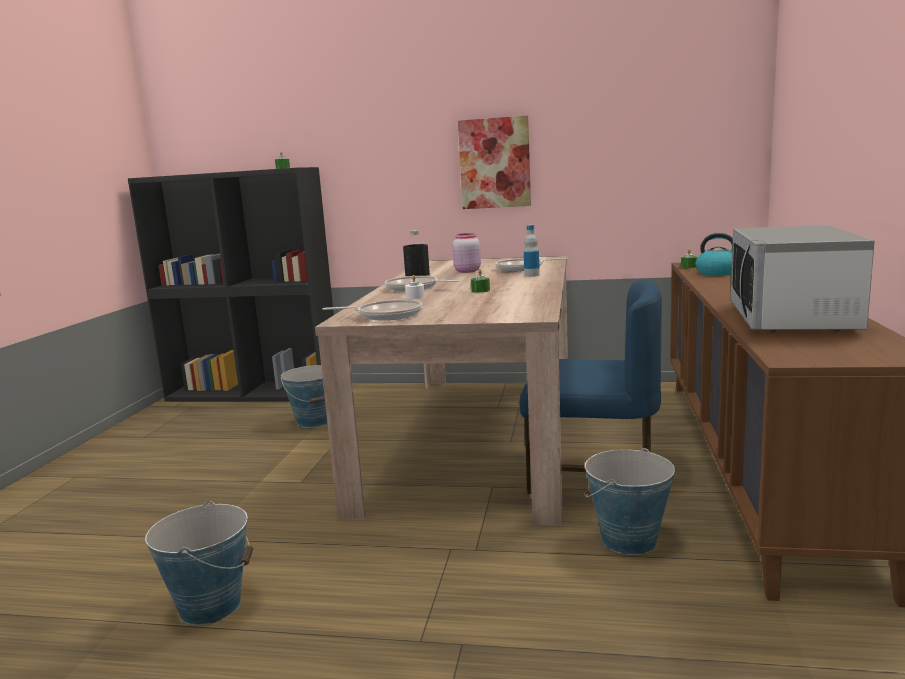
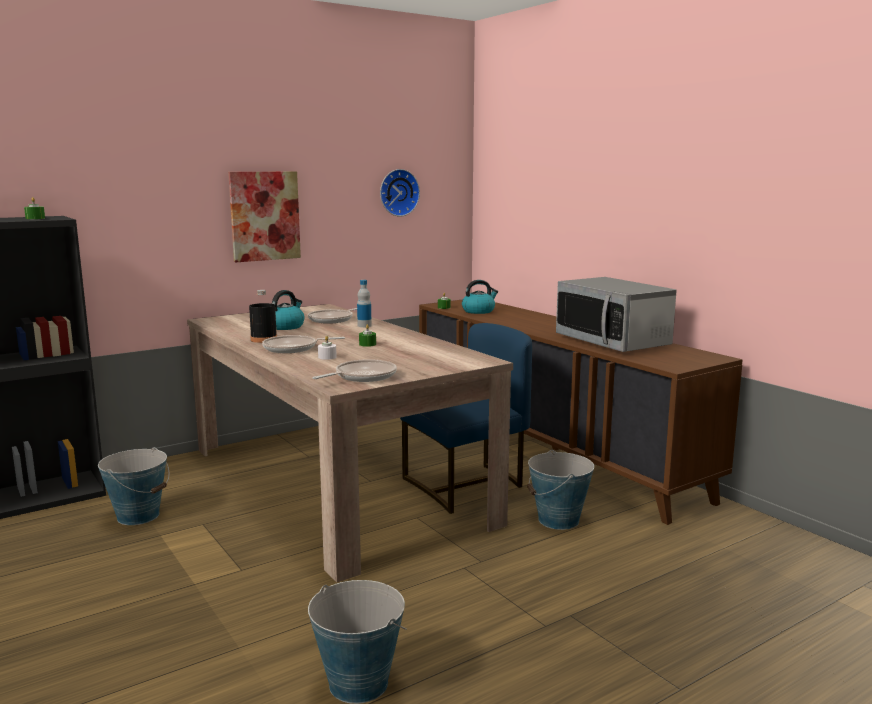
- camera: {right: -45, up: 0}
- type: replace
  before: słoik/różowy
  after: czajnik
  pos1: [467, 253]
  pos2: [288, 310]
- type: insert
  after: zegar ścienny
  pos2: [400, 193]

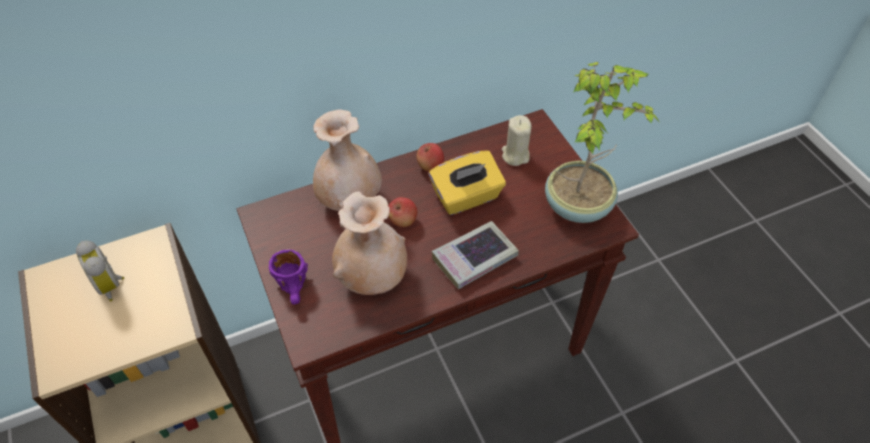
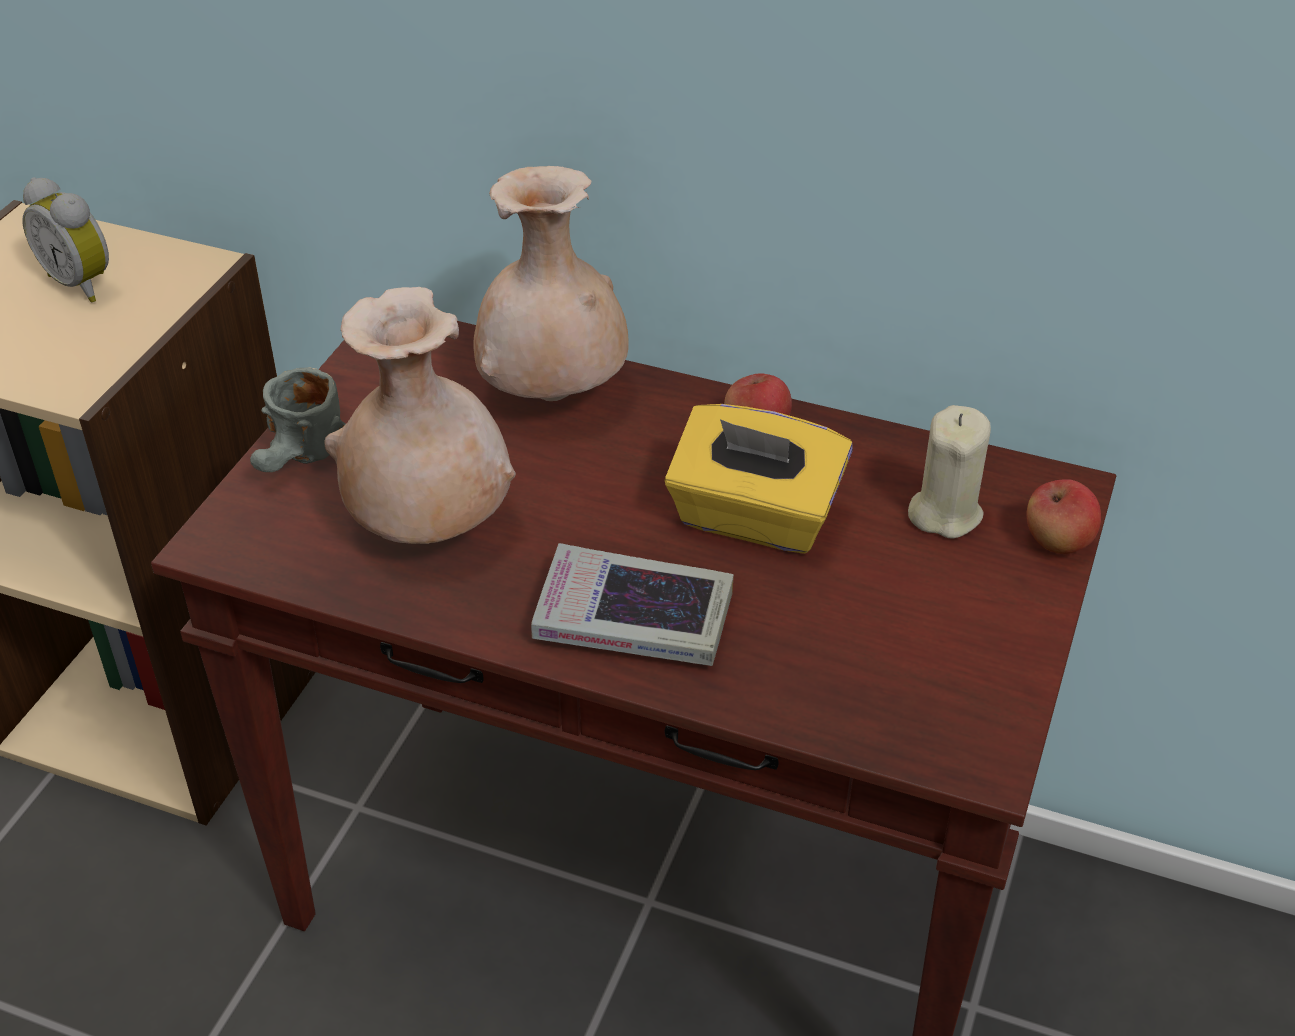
- camera: {right: 45, up: -10}
- type: rotate
  before: budzik
  pos1: [100, 271]
  pos2: [65, 240]
  turn: -60
- type: recolor
  before: kubek/fioletowy
  after: kubek/szary
  pos1: [288, 277]
  pos2: [298, 419]
- type: move
  before: jabłko
  pos1: [402, 212]
  pos2: [1064, 516]
- type: delete
  before: roślina doniczkowa
  pos1: [602, 142]

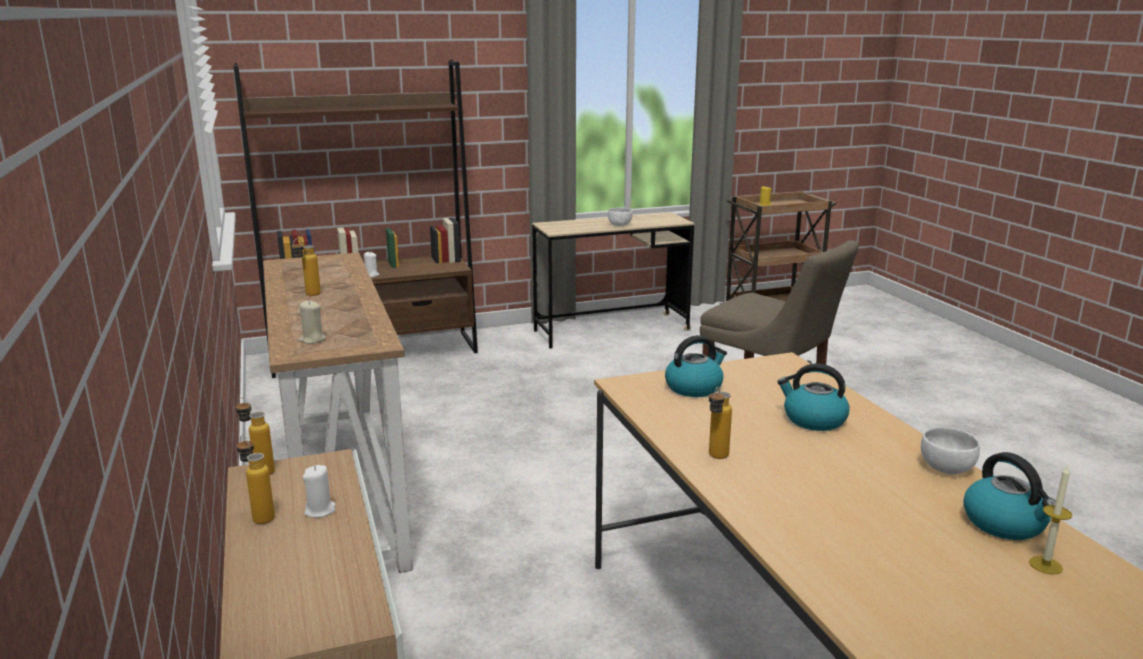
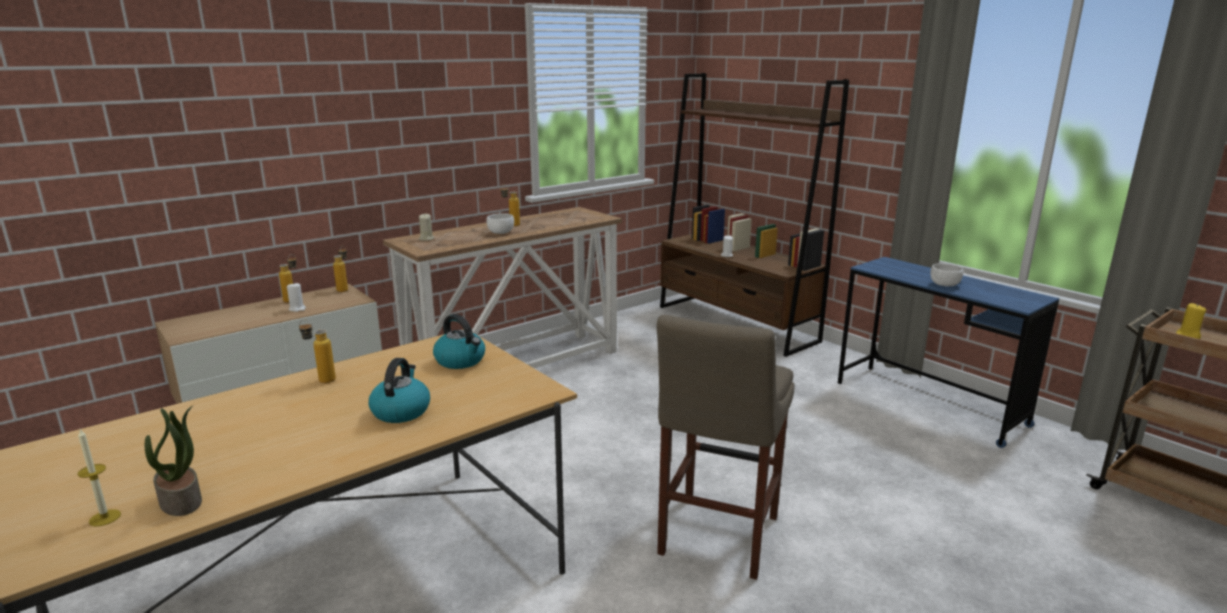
- camera: {right: 70, up: 0}
- type: recolor
  before: biurko/beżowy
  after: biurko/niebieski
  pos1: [613, 280]
  pos2: [948, 352]
- type: move
  before: miska/biały
  pos1: [950, 451]
  pos2: [500, 223]
- type: replace
  before: czajnik
  after: roślina doniczkowa
  pos1: [1010, 496]
  pos2: [173, 461]

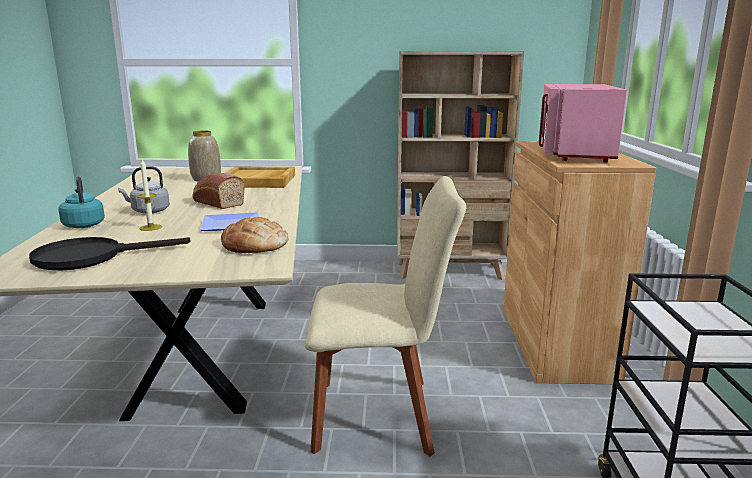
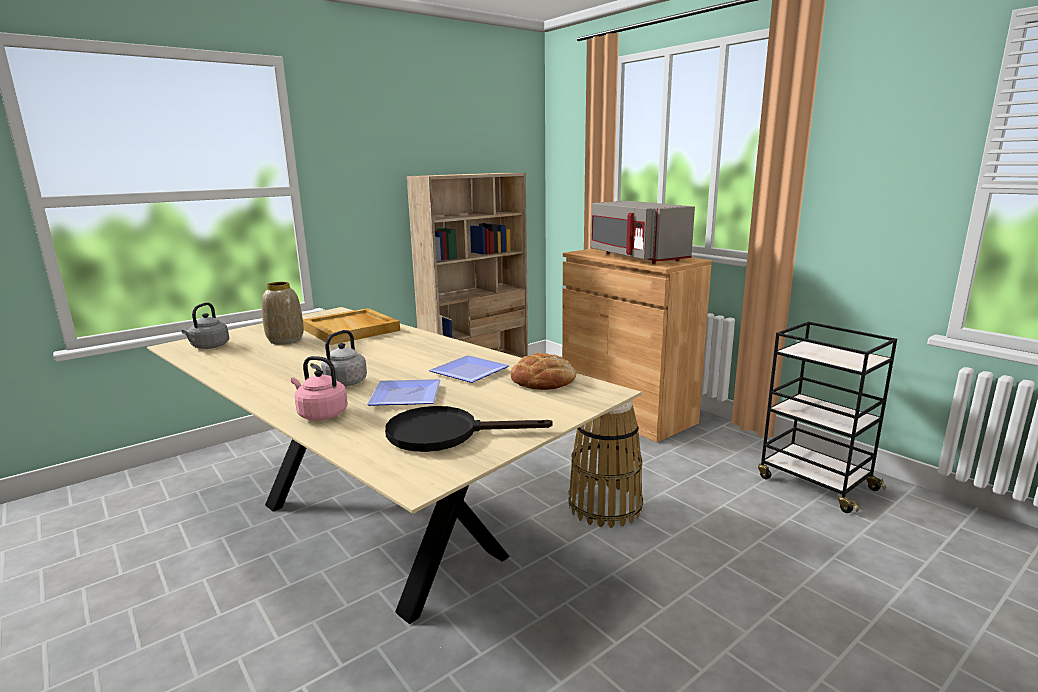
- camera: {right: -40, up: 0}
- type: rotate
  before: patelnia/czarny
  pos1: [109, 253]
  pos2: [469, 429]
  turn: 60
- type: recolor
  before: czajnik/turkusowy
  after: czajnik/różowy
  pos1: [81, 202]
  pos2: [319, 388]
- type: replace
  before: świeca
  after: talerz
  pos1: [149, 195]
  pos2: [403, 392]
- type: delete
  before: chleb
  pos1: [218, 191]
- type: replace
  before: krzesło/beżowy
  after: koszyk
  pos1: [385, 316]
  pos2: [605, 464]
- type: recolor
  before: mikrofalówka/różowy
  after: mikrofalówka/szary
  pos1: [583, 123]
  pos2: [643, 232]
- type: insert
  after: czajnik/szary
  pos2: [205, 325]

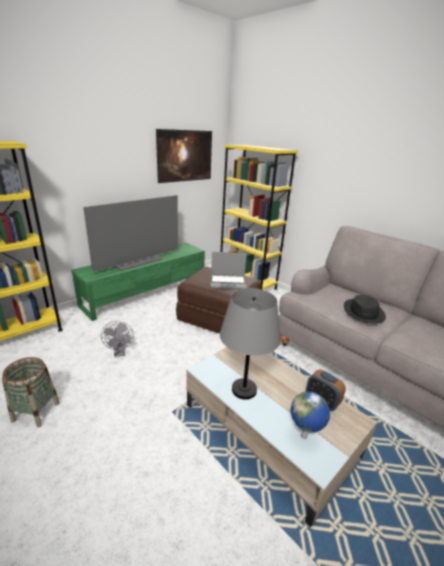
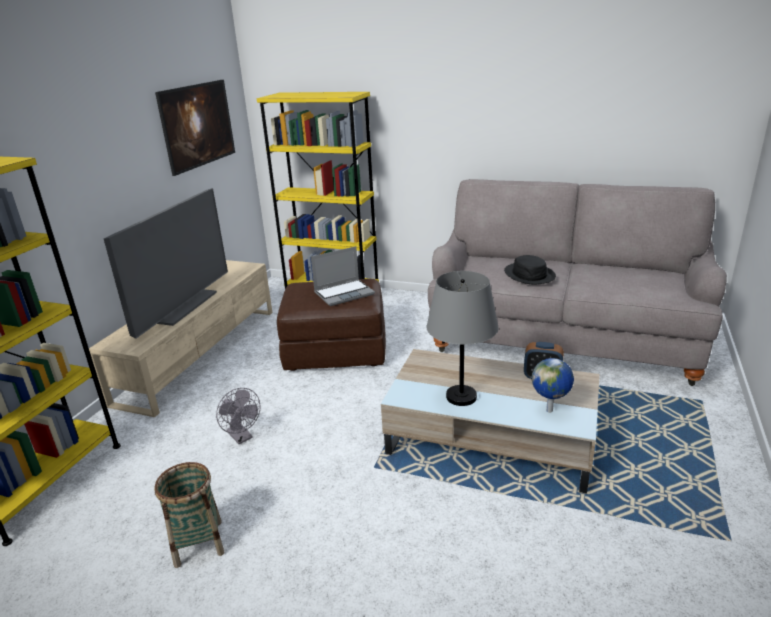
- camera: {right: -25, up: 0}
- type: recolor
  before: szafka pod telewizor/zielony
  after: szafka pod telewizor/beżowy
  pos1: [138, 282]
  pos2: [181, 338]

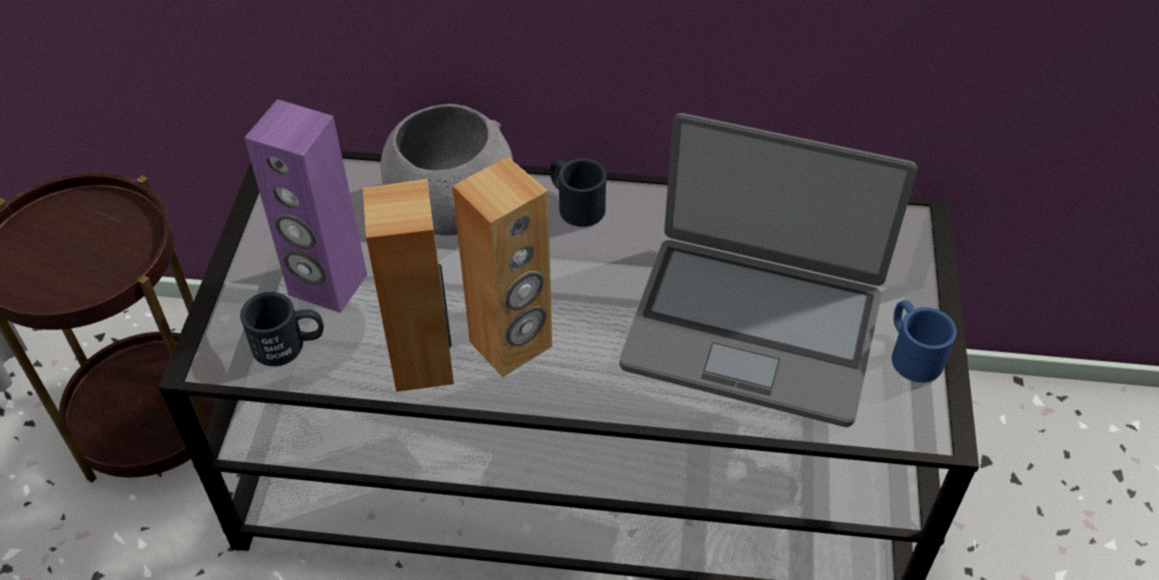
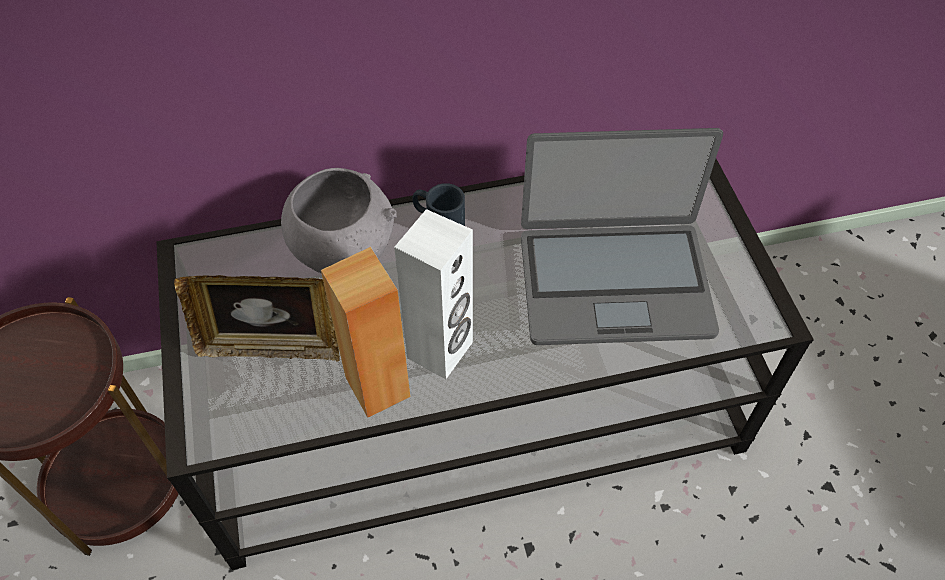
- camera: {right: -20, up: 5}
- type: delete
  before: kubek/czarny
  pos1: [282, 329]
- type: replace
  before: głośnik/fioletowy
  after: ramka na zdjęcie
  pos1: [305, 206]
  pos2: [257, 318]
- type: recolor
  before: głośnik/brązowy
  after: głośnik/biały
  pos1: [502, 266]
  pos2: [433, 294]
- type: delete
  before: kubek/niebieski
  pos1: [924, 341]

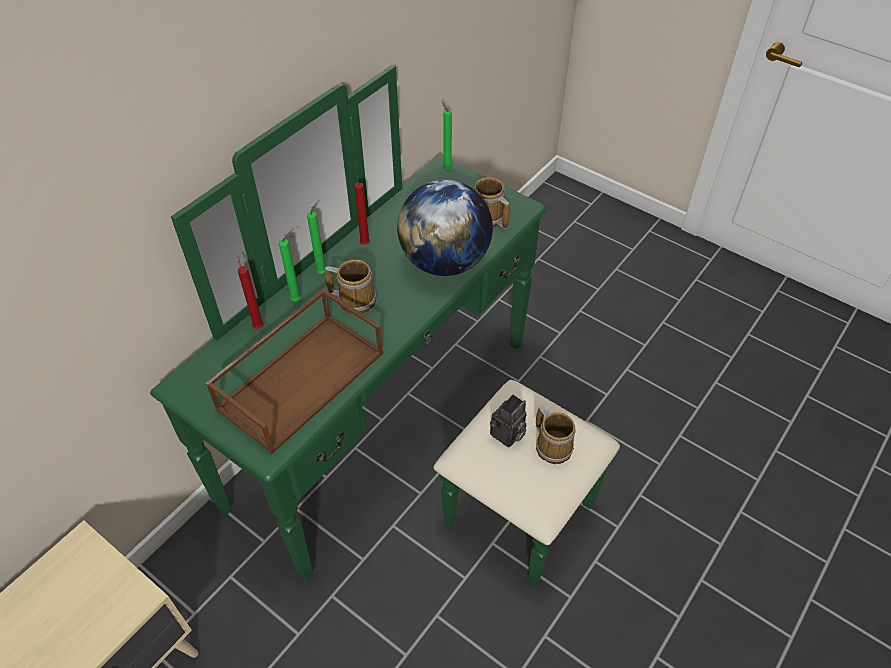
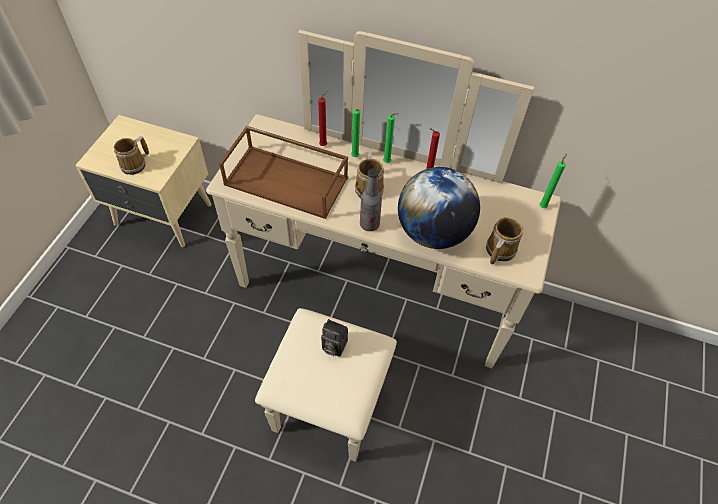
- camera: {right: 70, up: 5}
- type: recolor
  before: komoda/zielony
  after: komoda/beżowy
  pos1: [385, 325]
  pos2: [383, 246]
- type: move
  before: kubek
  pos1: [556, 435]
  pos2: [131, 155]
- type: insert
  after: butelka
  pos2: [371, 200]

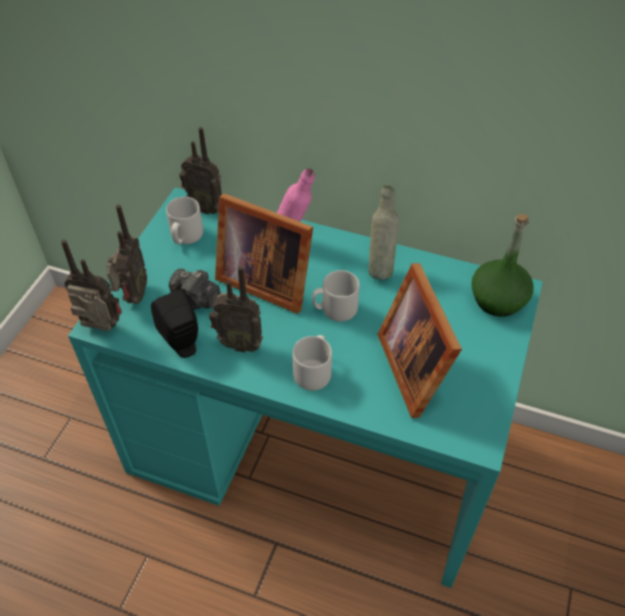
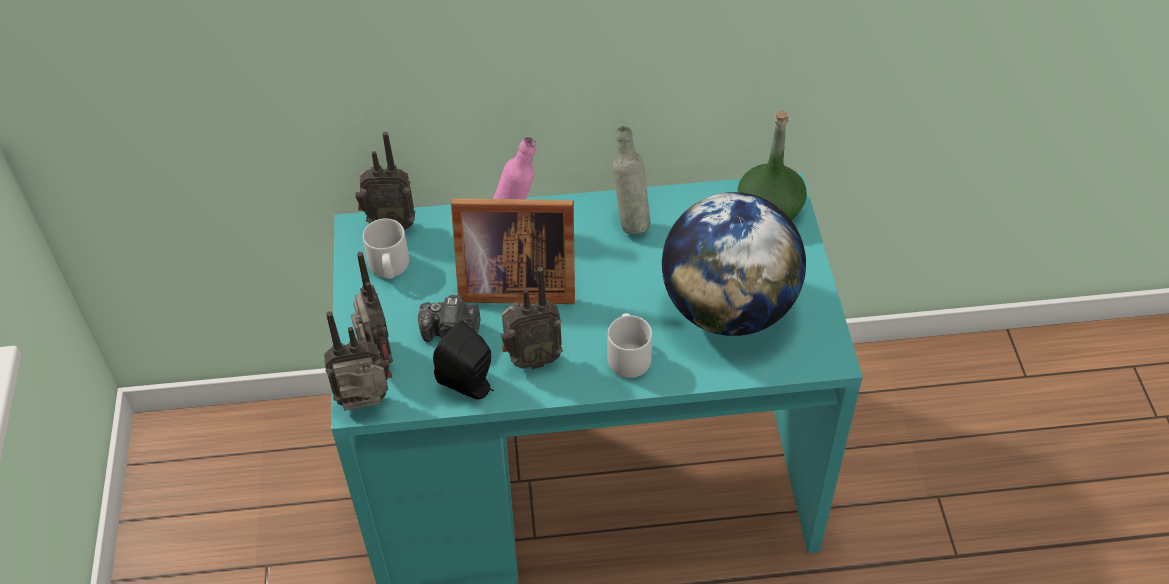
- camera: {right: -25, up: 0}
- type: delete
  before: kubek/szary
  pos1: [336, 296]
- type: replace
  before: ramka na zdjęcie
  after: globus
  pos1: [419, 340]
  pos2: [734, 264]

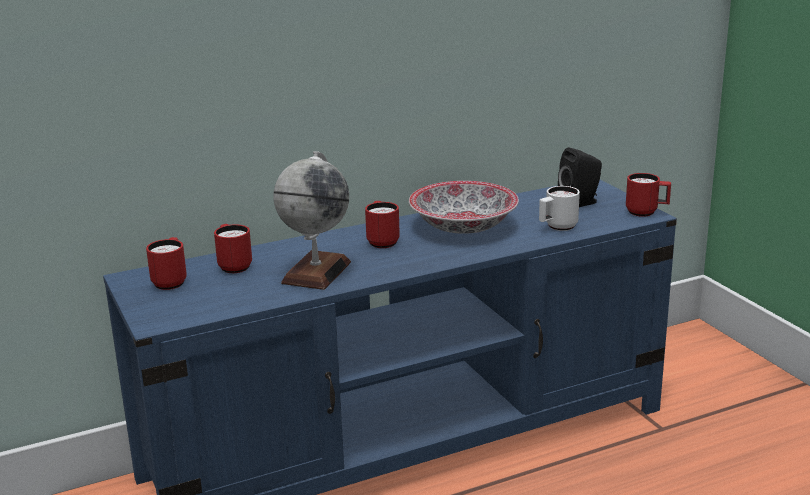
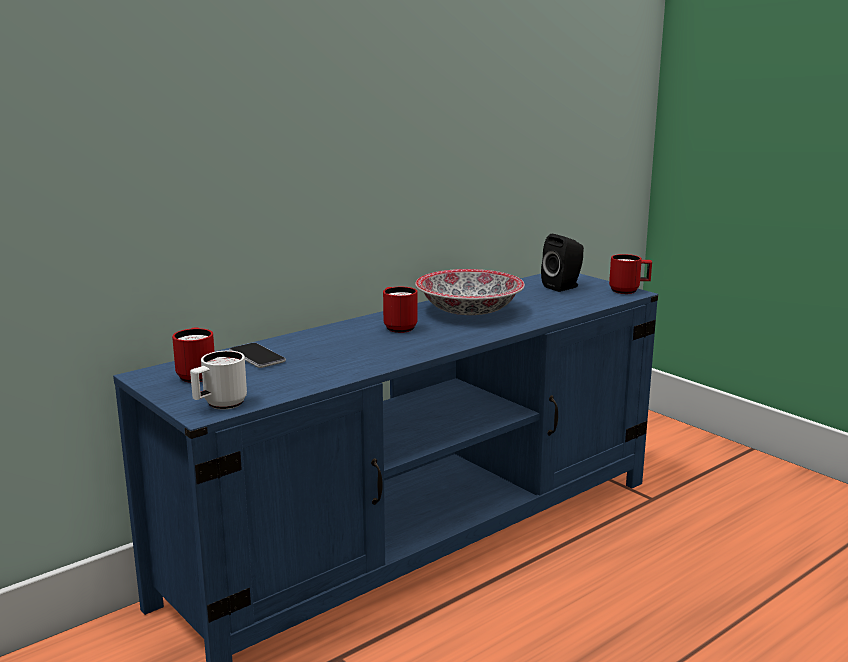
- camera: {right: -15, up: -5}
- type: replace
  before: kubek/czerwony
  after: telefon
  pos1: [233, 248]
  pos2: [257, 355]
- type: delete
  before: globus
  pos1: [312, 220]
- type: move
  before: kubek/biały
  pos1: [559, 208]
  pos2: [218, 380]

